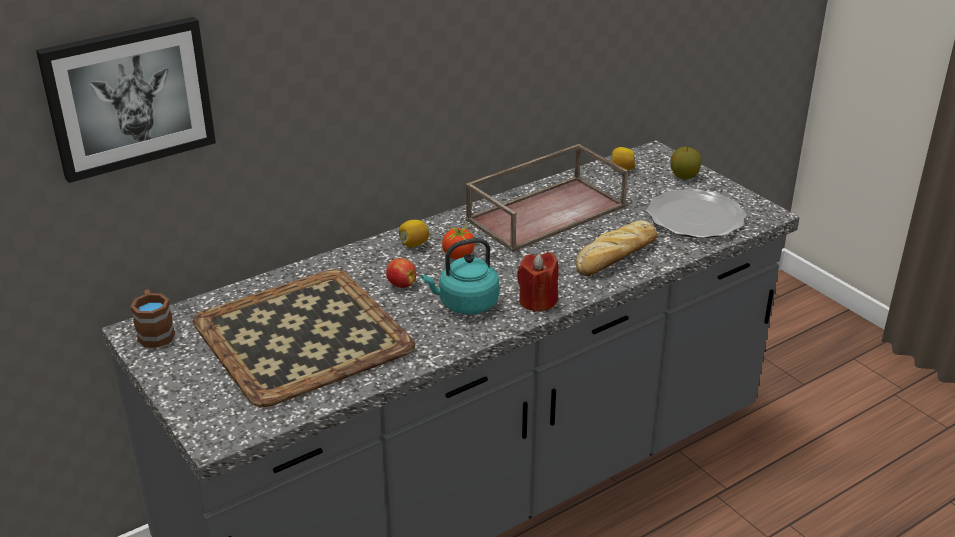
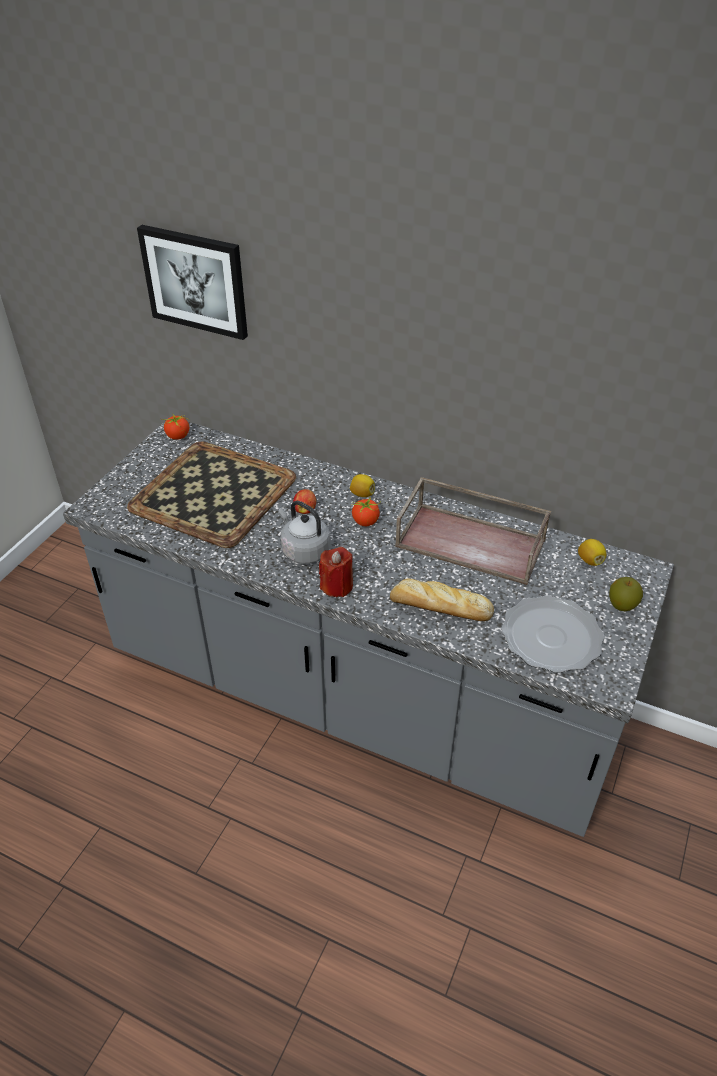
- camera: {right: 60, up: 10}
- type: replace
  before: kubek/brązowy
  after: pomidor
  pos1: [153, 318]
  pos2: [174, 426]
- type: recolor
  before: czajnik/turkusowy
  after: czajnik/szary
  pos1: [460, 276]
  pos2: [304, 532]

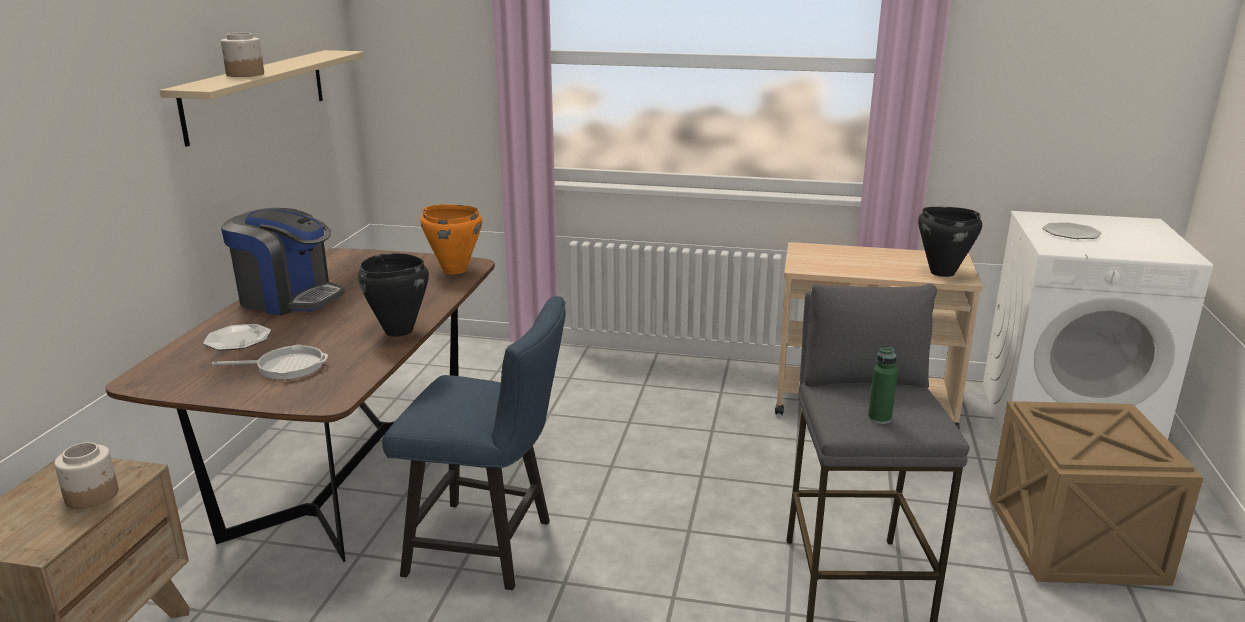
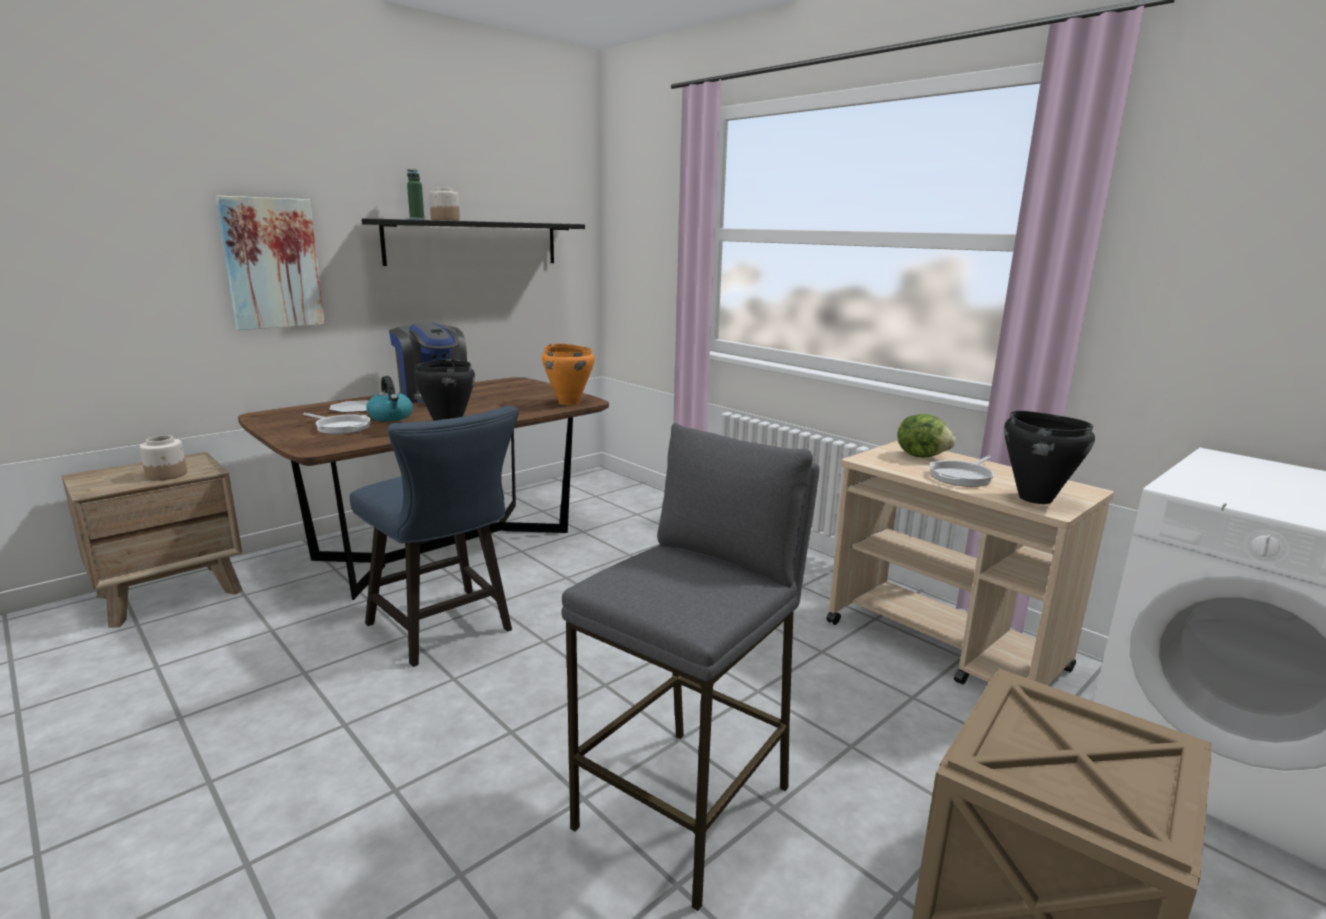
- camera: {right: 35, up: -5}
- type: recolor
  before: półka/beżowy
  after: półka/czarny
  pos1: [262, 98]
  pos2: [473, 242]
- type: move
  before: butelka/zielony
  pos1: [883, 385]
  pos2: [415, 194]
- type: delete
  before: talerz
  pos1: [1072, 230]
- type: insert
  after: obraz
  pos2: [270, 263]
- type: insert
  after: czajnik
  pos2: [389, 398]
- type: insert
  after: sałata
  pos2: [926, 436]
- type: insert
  after: patelnia
  pos2: [962, 471]

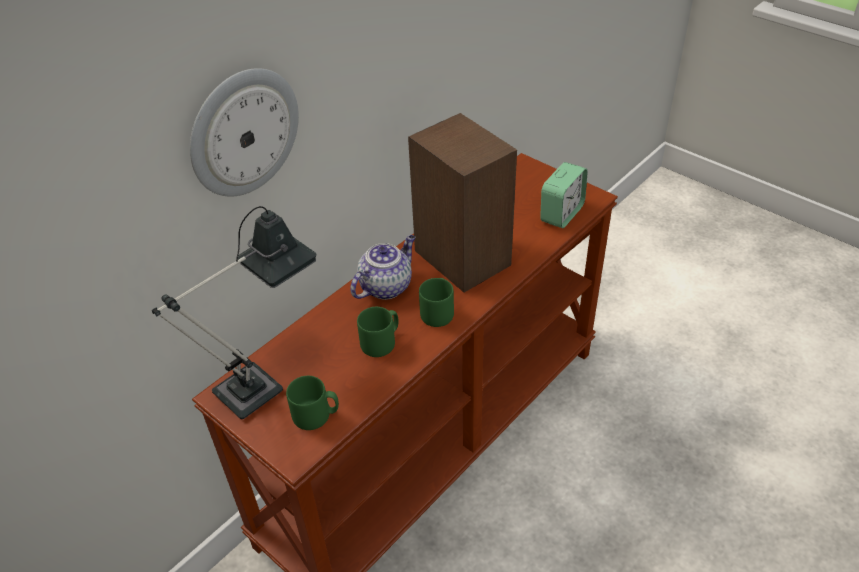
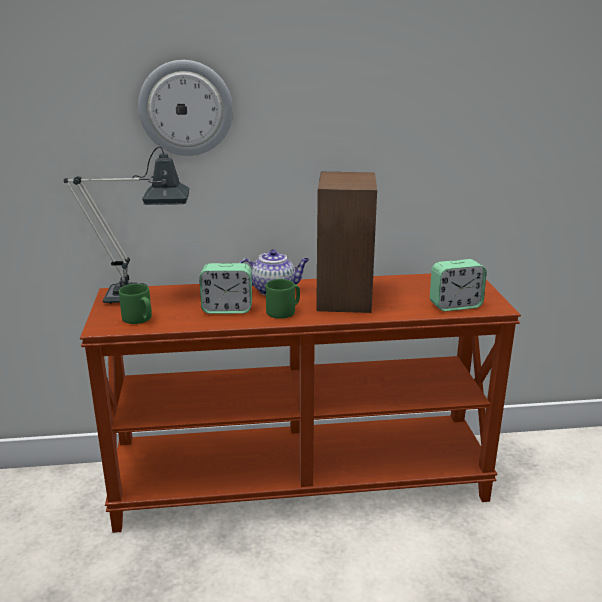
- camera: {right: 40, up: -20}
- type: replace
  before: kubek/zielony
  after: budzik
  pos1: [378, 332]
  pos2: [225, 288]

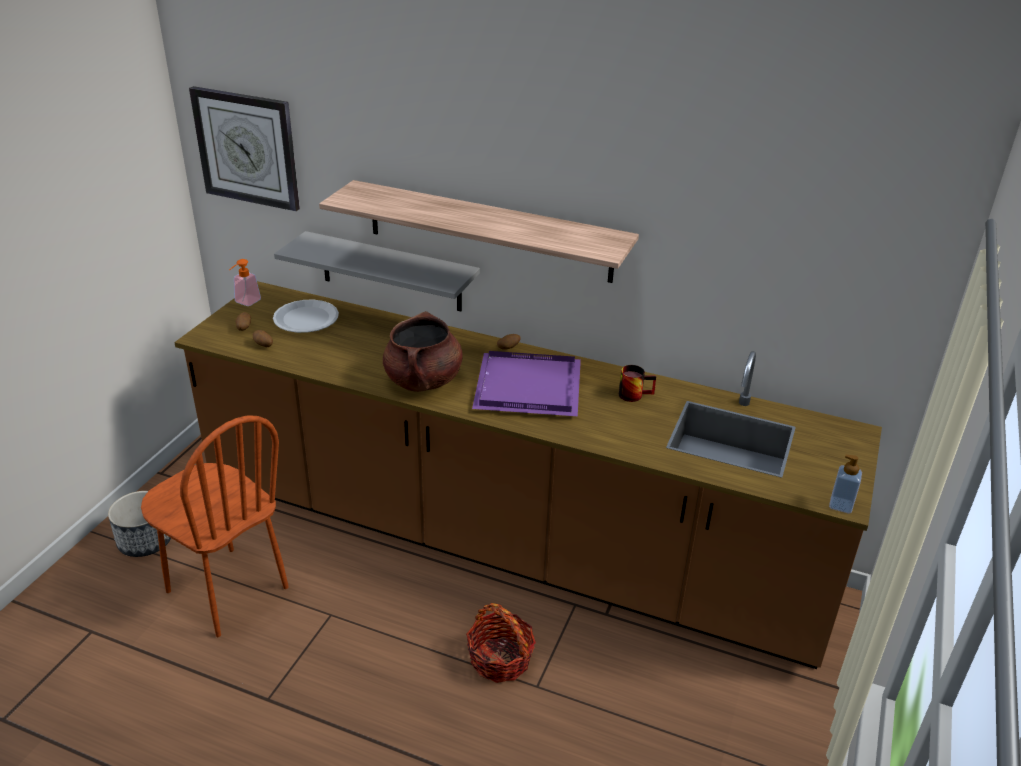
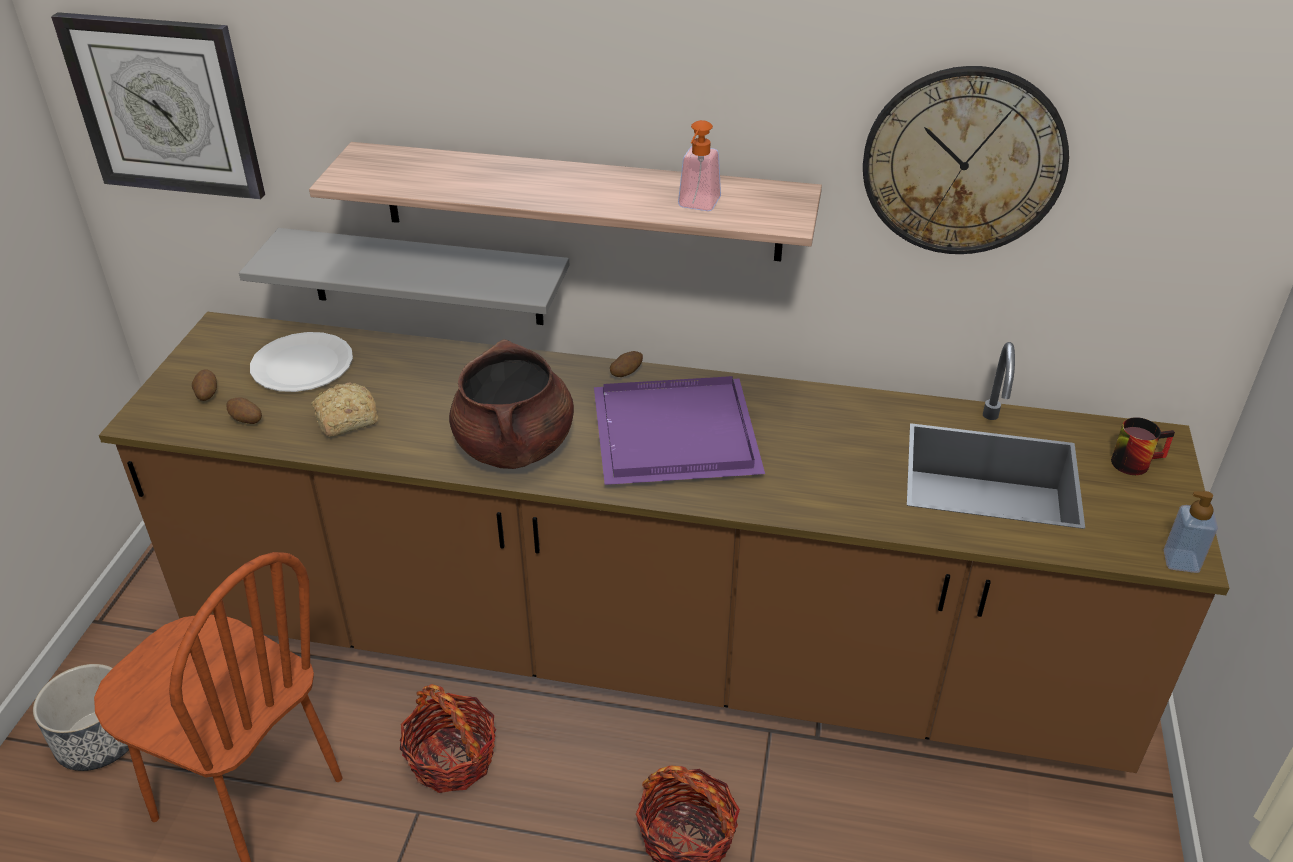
- camera: {right: -10, up: 5}
- type: move
  before: dozownik mydła
  pos1: [245, 282]
  pos2: [699, 165]
- type: move
  before: kubek
  pos1: [637, 383]
  pos2: [1143, 446]
- type: insert
  after: chleb
  pos2: [344, 410]
- type: insert
  after: koszyk
  pos2: [448, 738]
- type: insert
  after: zegar ścienny
  pos2: [966, 160]

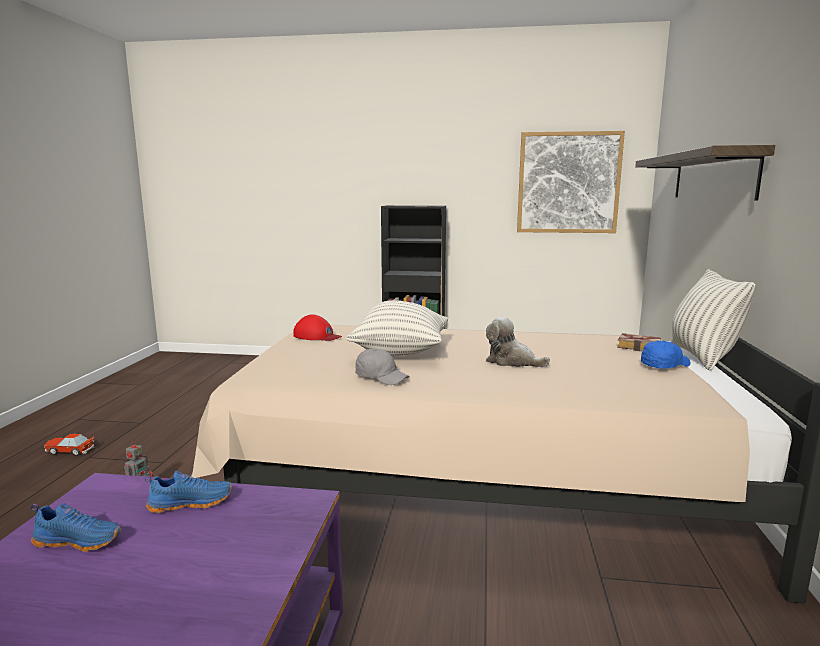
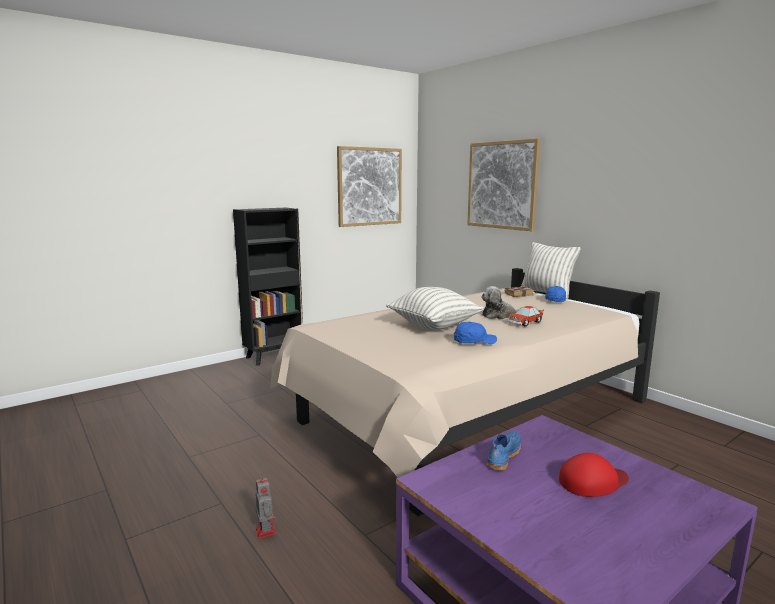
- camera: {right: -45, up: 0}
- type: delete
  before: but/niebieski
  pos1: [76, 527]
- type: move
  before: samochodzik
  pos1: [69, 445]
  pos2: [526, 316]
- type: move
  before: czapka z daszkiem/czerwony
  pos1: [317, 327]
  pos2: [594, 475]
- type: recolor
  before: czapka z daszkiem/szary
  after: czapka z daszkiem/niebieski
  pos1: [382, 366]
  pos2: [475, 333]
- type: replace
  before: półka
  after: obraz
  pos1: [705, 173]
  pos2: [503, 184]

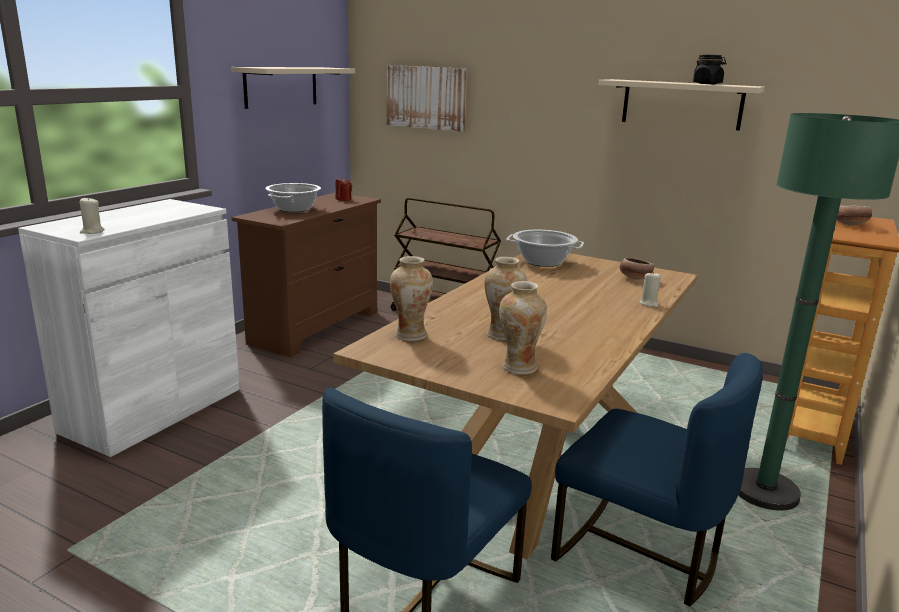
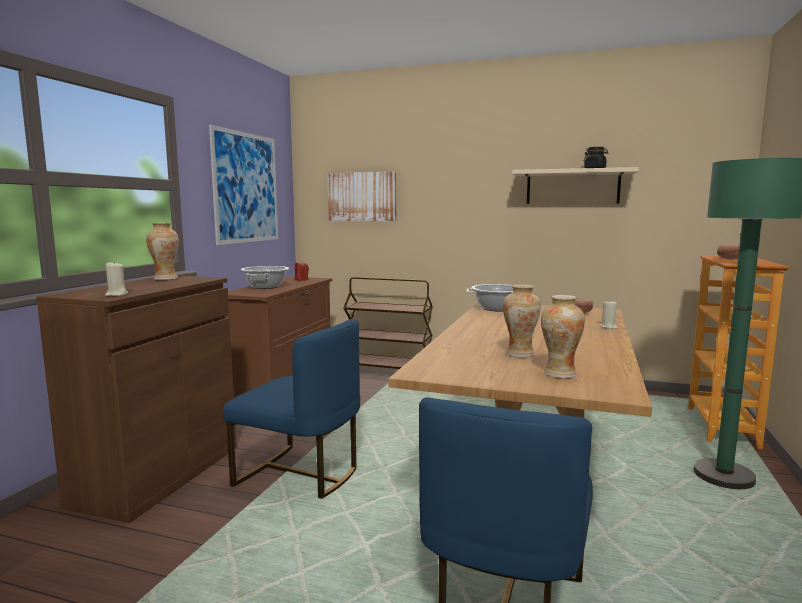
- camera: {right: -10, up: -10}
- type: recolor
  before: szafka/biały
  after: szafka/brązowy
  pos1: [129, 328]
  pos2: [137, 399]
- type: replace
  before: półka/beżowy
  after: obraz
  pos1: [293, 88]
  pos2: [243, 185]
- type: move
  before: wazon
  pos1: [411, 298]
  pos2: [162, 251]
- type: move
  before: krzesło/niebieski
  pos1: [657, 479]
  pos2: [291, 409]

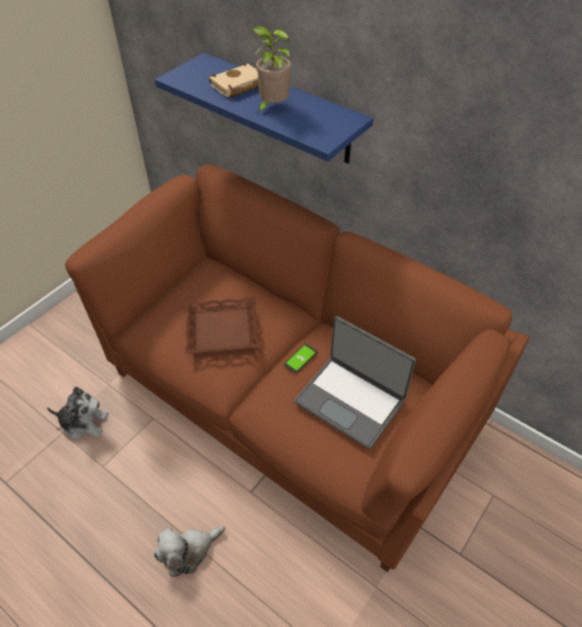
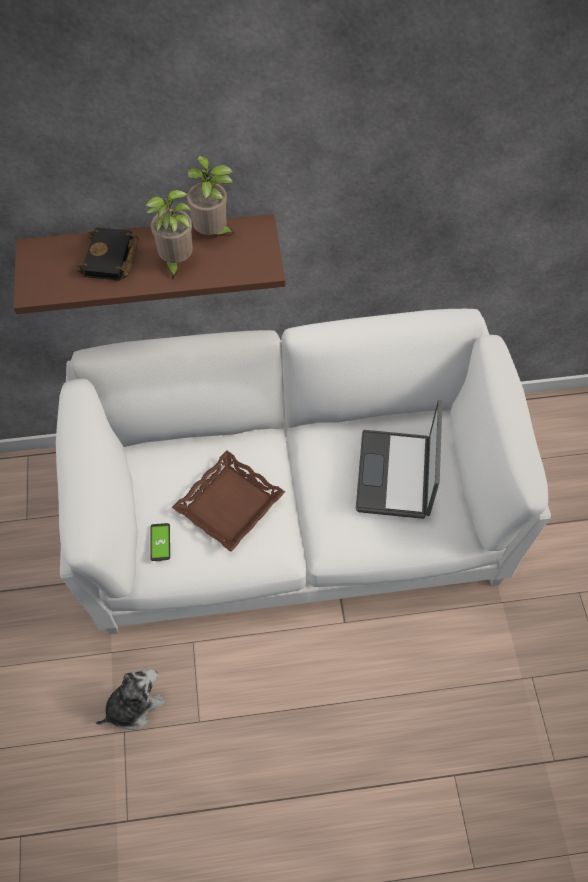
- camera: {right: -45, up: 10}
- type: recolor
  before: kanapa/brązowy
  after: kanapa/biały
  pos1: [297, 368]
  pos2: [303, 471]
- type: delete
  before: pluszak
  pos1: [189, 551]
- type: recolor
  before: półka/niebieski
  after: półka/brązowy
  pos1: [264, 108]
  pos2: [149, 264]
- type: recolor
  before: książka/beżowy
  after: książka/czarny
  pos1: [234, 80]
  pos2: [107, 254]
- type: move
  before: telefon
  pos1: [300, 358]
  pos2: [160, 542]
- type: rotate
  before: laptop
  pos1: [355, 382]
  pos2: [399, 459]
  turn: 105
- type: insert
  after: roślina doniczkowa
  pos2: [211, 195]

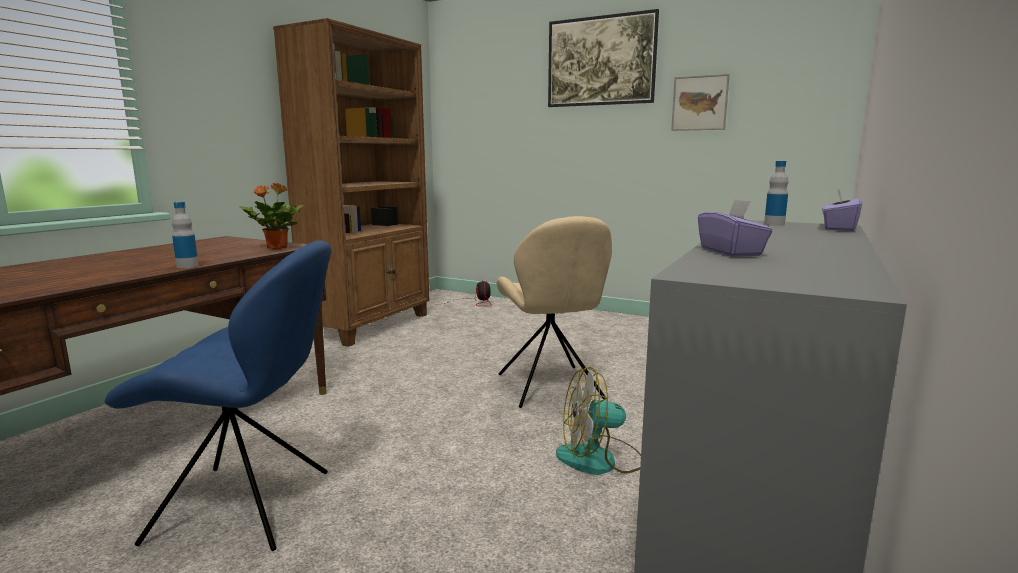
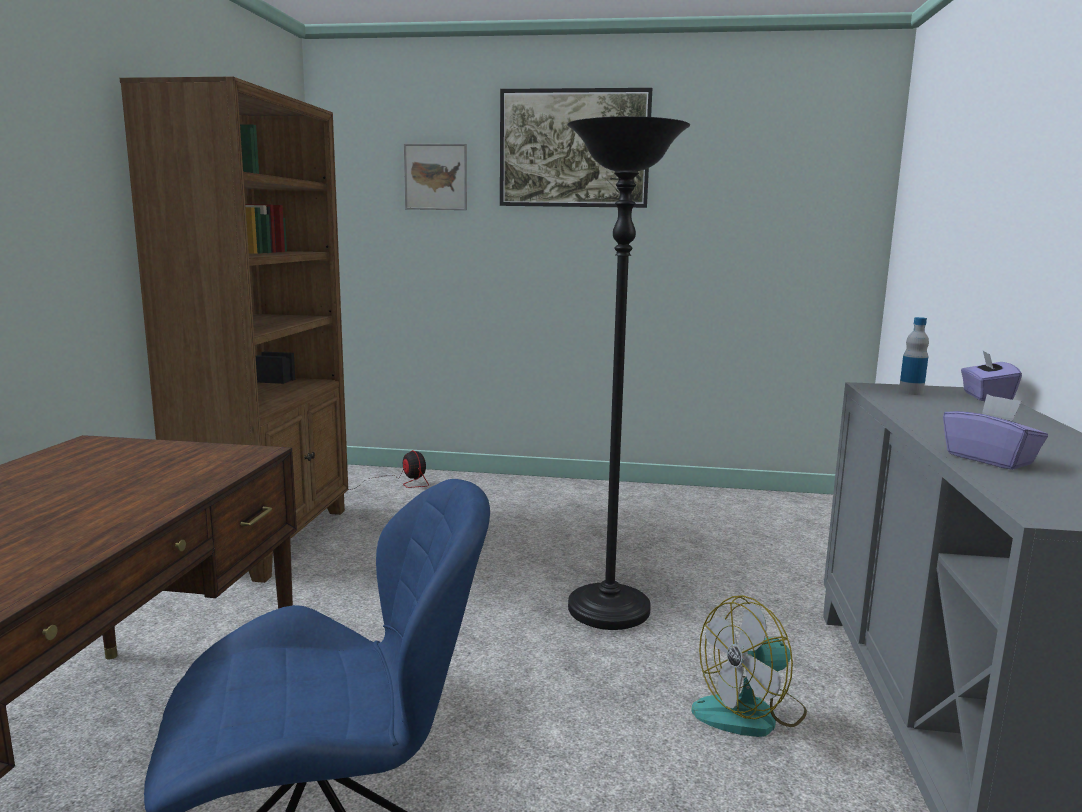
- camera: {right: -20, up: 0}
- type: delete
  before: butelka
  pos1: [185, 235]
- type: delete
  before: roślina doniczkowa
  pos1: [271, 216]
- type: replace
  before: krzesło/beżowy
  after: lampa stojąca/czarny
  pos1: [554, 312]
  pos2: [628, 373]
- type: move
  before: obraz
  pos1: [700, 102]
  pos2: [435, 177]

